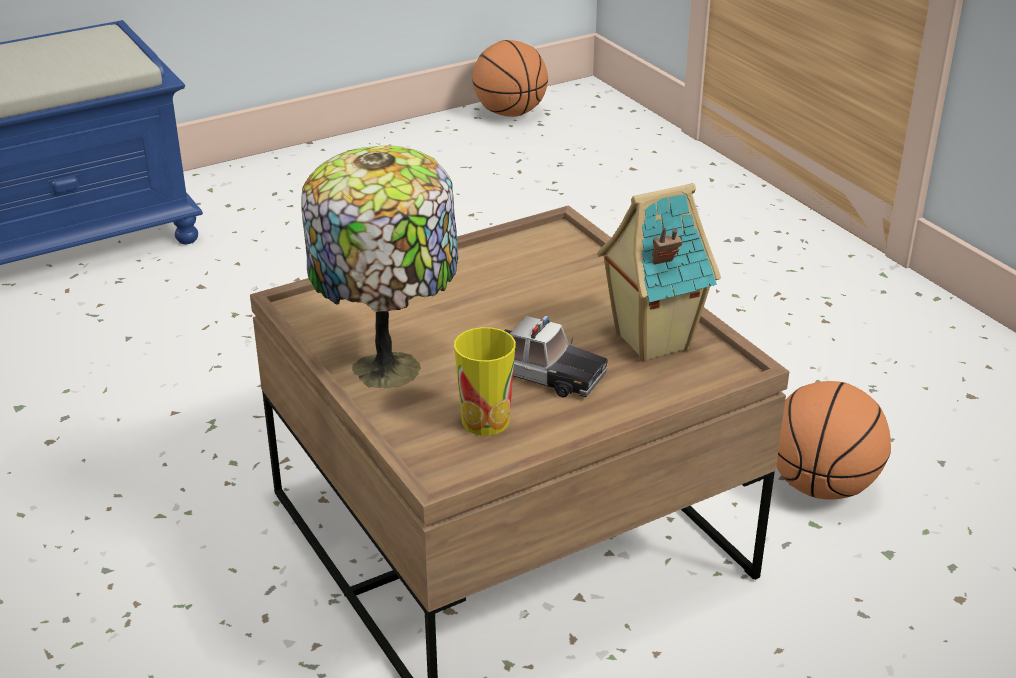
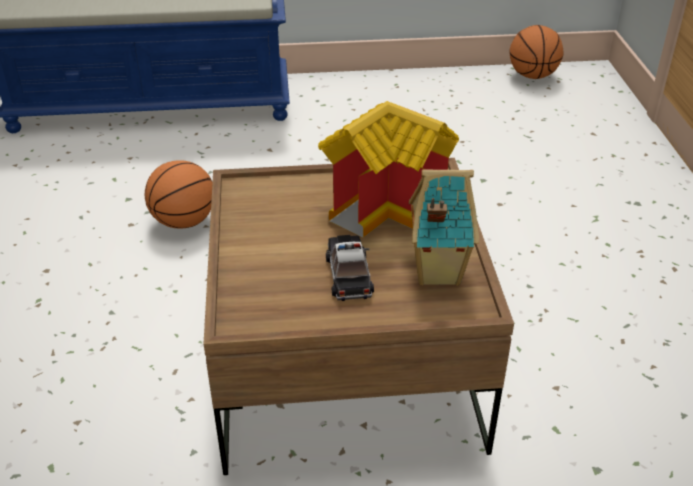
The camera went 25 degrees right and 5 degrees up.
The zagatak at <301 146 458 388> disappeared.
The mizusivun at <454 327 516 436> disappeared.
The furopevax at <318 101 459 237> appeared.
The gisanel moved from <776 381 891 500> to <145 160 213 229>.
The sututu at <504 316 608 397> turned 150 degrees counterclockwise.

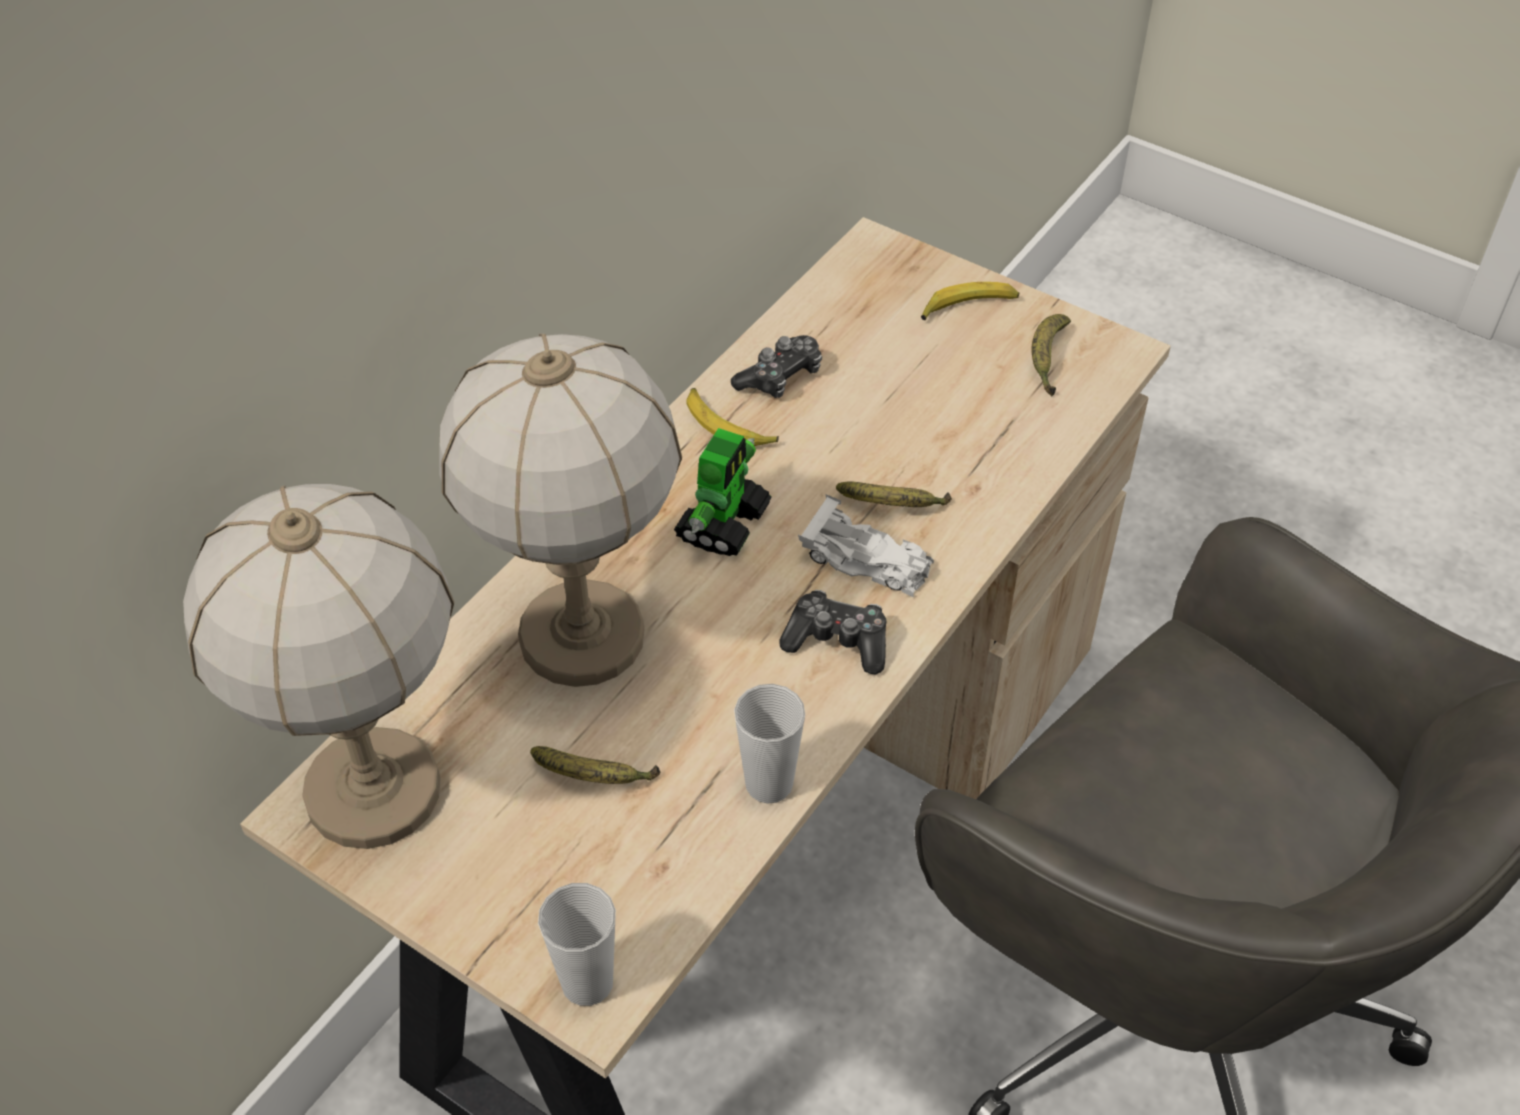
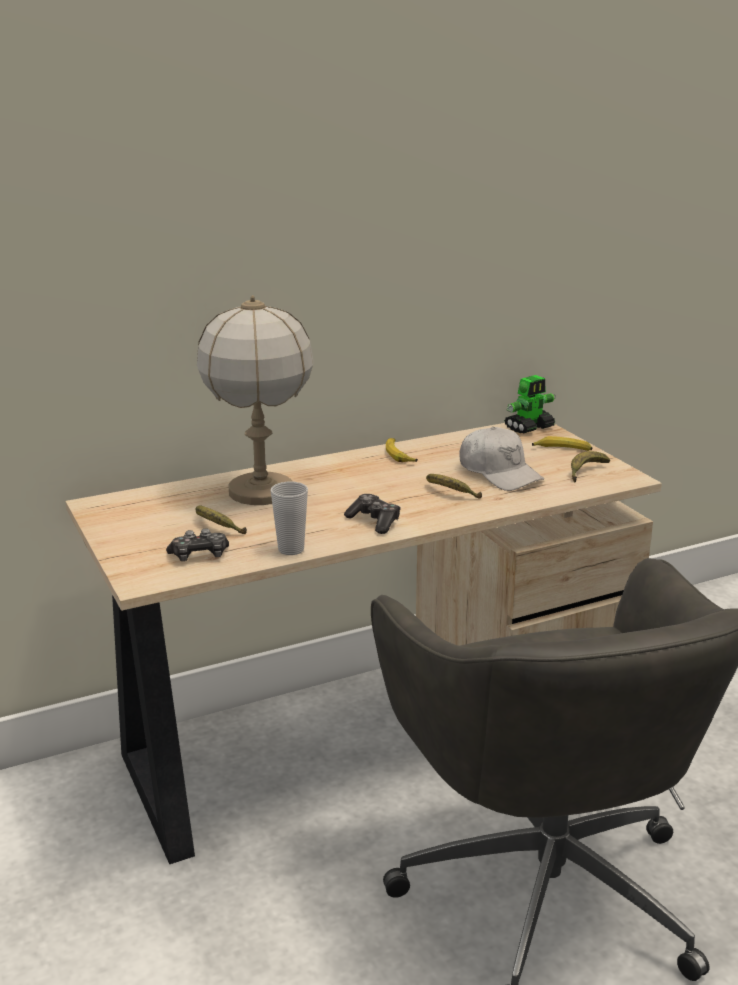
The camera went 30 degrees right and 25 degrees down.
The zagatak at <183 484 454 849> disappeared.
The mizusivun at <538 883 616 1006> disappeared.
The white_sututu at <798 494 934 598> disappeared.
The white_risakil at <459 427 544 491> appeared.
The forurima moved from <674 428 772 556> to <504 375 556 433>.
The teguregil moved from <731 335 822 398> to <166 529 229 561>.

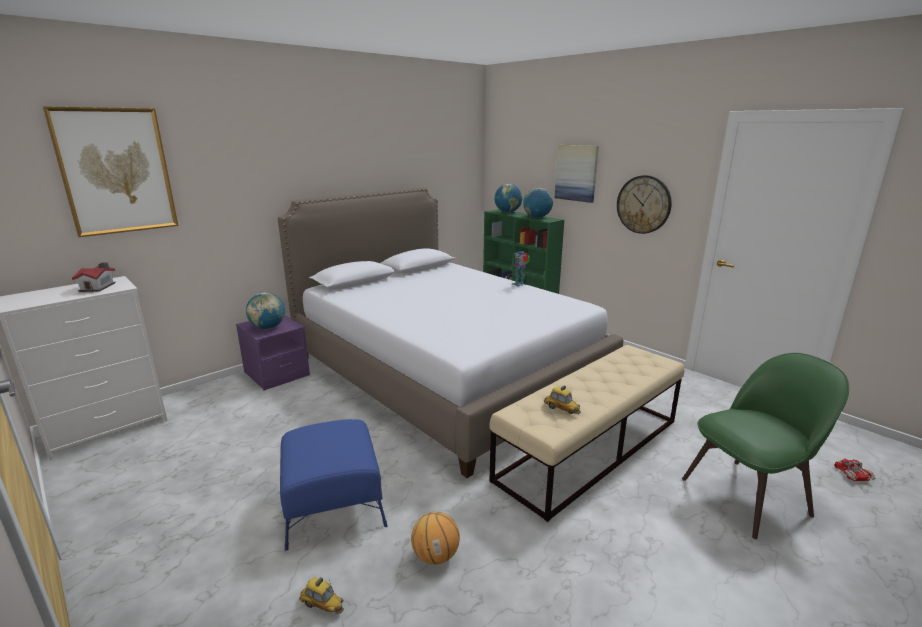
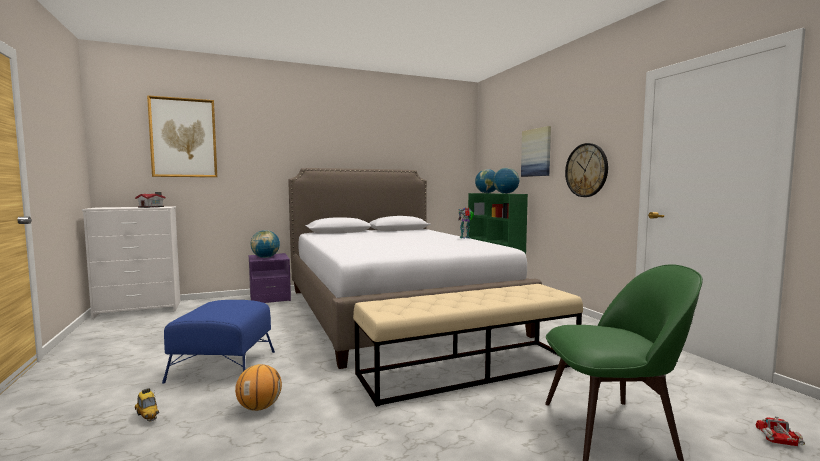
The camera went 20 degrees right and 15 degrees down.
The sututu at <544 385 580 414> disappeared.

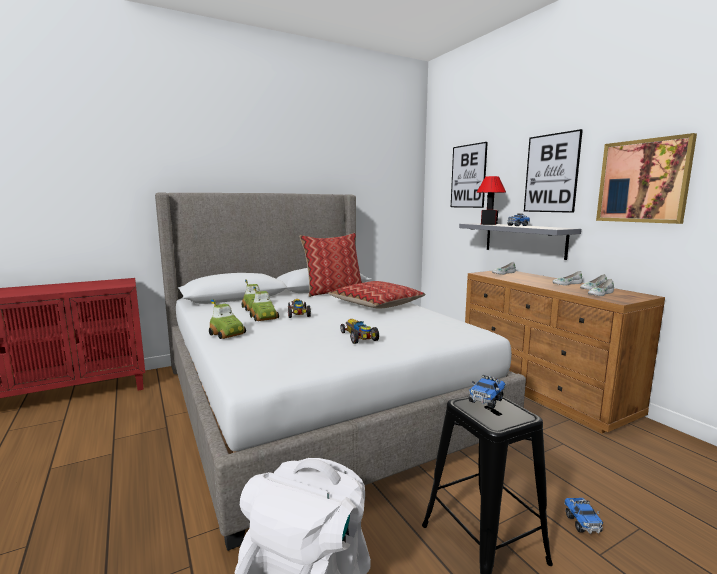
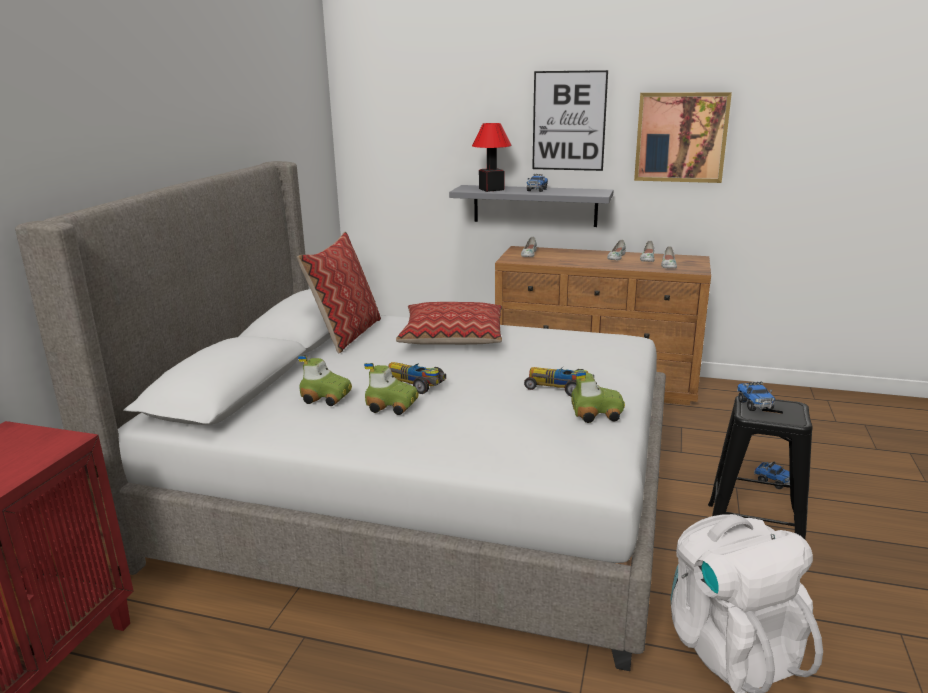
The camera went 45 degrees left and 10 degrees up.
The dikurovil at <451 142 488 208> disappeared.
The sututu moved from <209 299 246 339> to <571 372 625 423>.

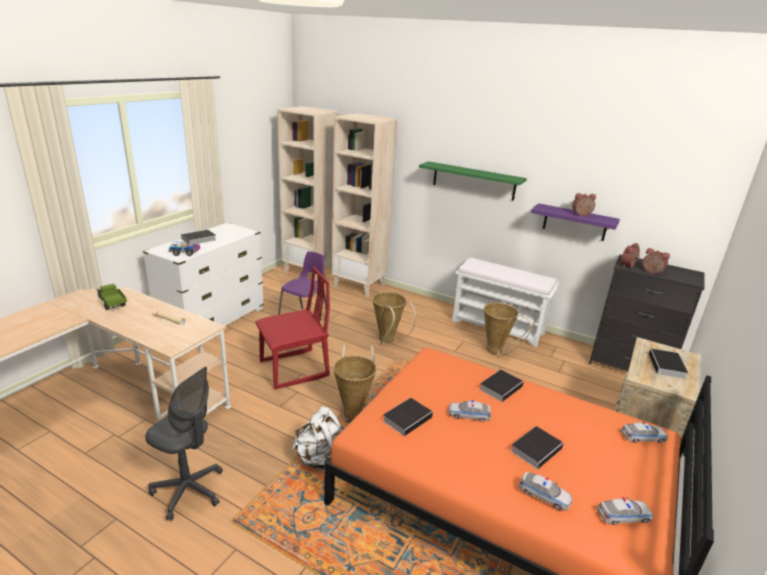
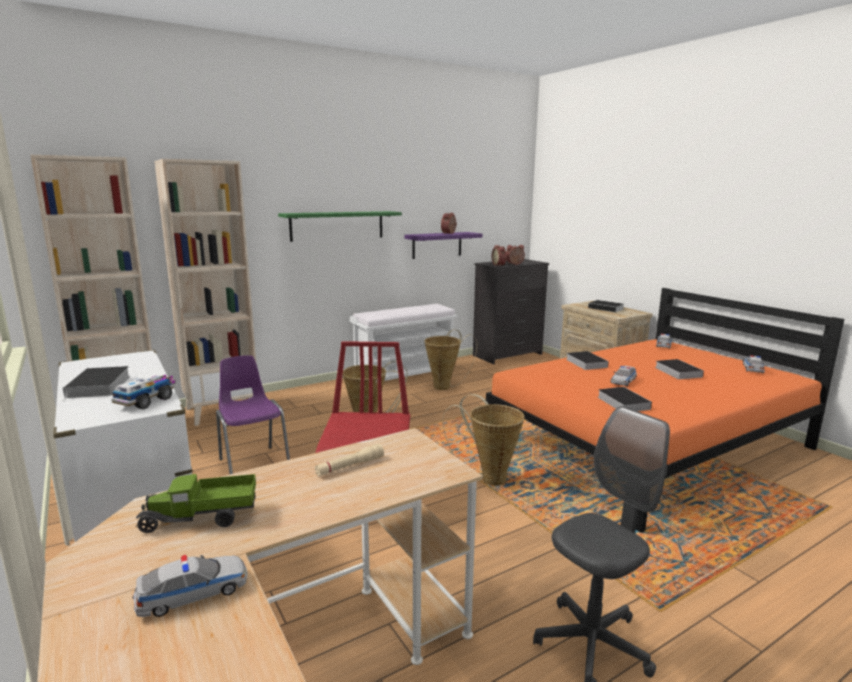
The camera went 60 degrees left and 10 degrees down.
The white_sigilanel at <292 406 342 469> disappeared.
The sututu moved from <518 472 572 511> to <133 555 248 617>.

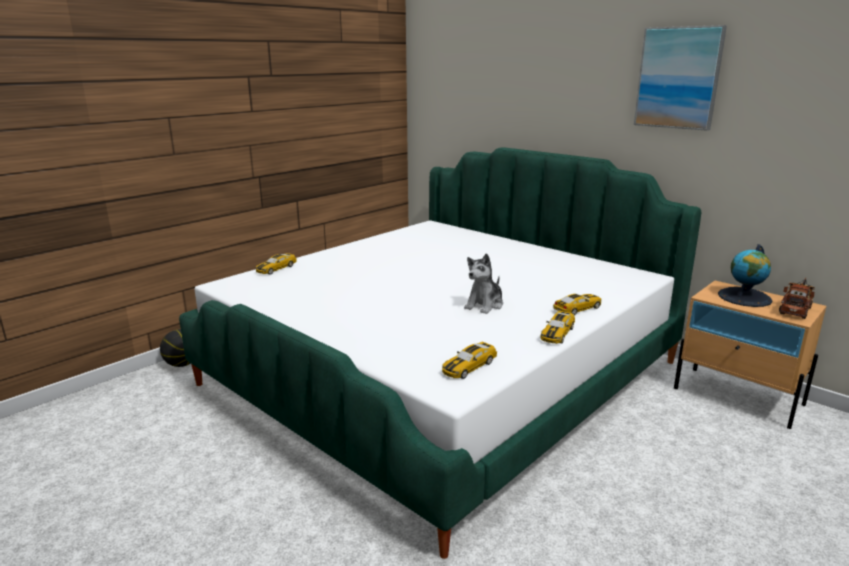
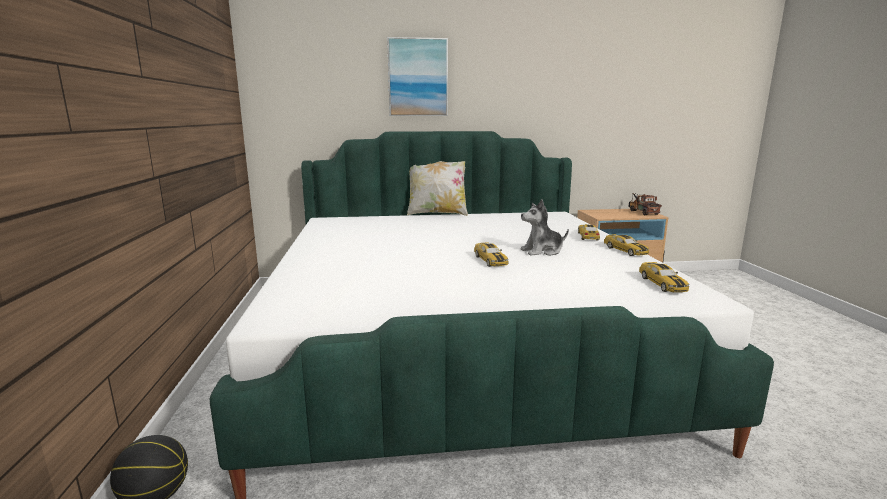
The camera went 50 degrees left and 5 degrees down.
The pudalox at <718 244 773 307> disappeared.
The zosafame at <407 161 468 216> appeared.
The sututu moved from <256 253 297 275> to <474 242 508 267>.
The dikurovil moved from <634 25 727 131> to <387 37 448 116>.
The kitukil at <464 253 503 314> turned 90 degrees clockwise.

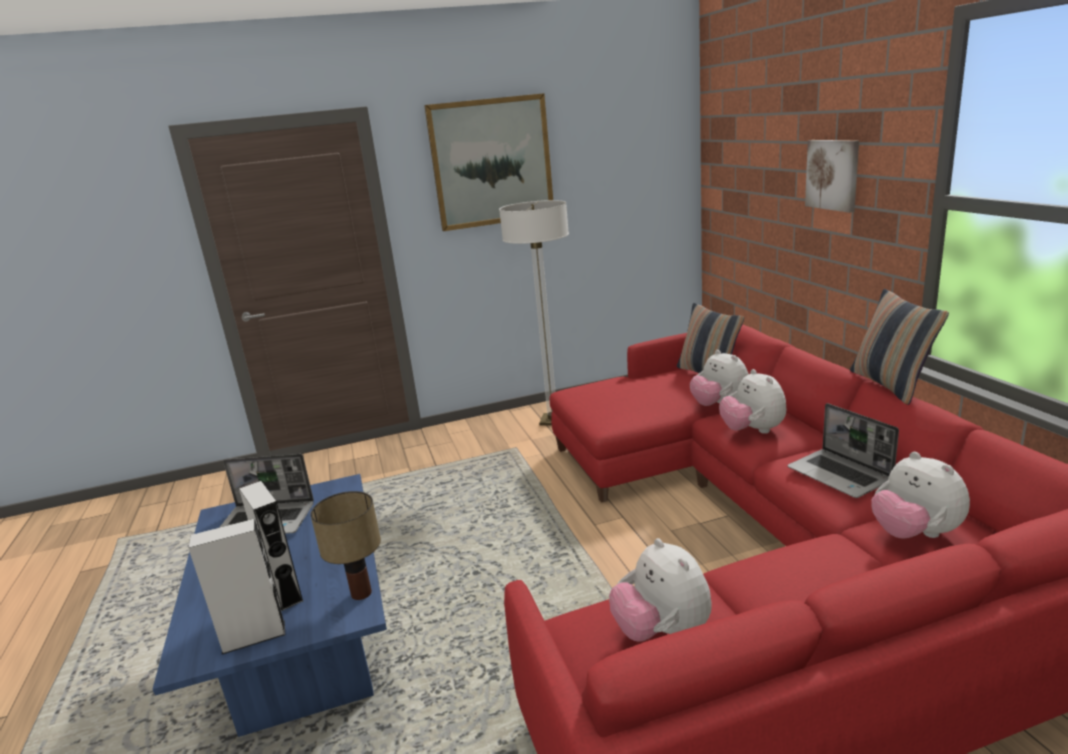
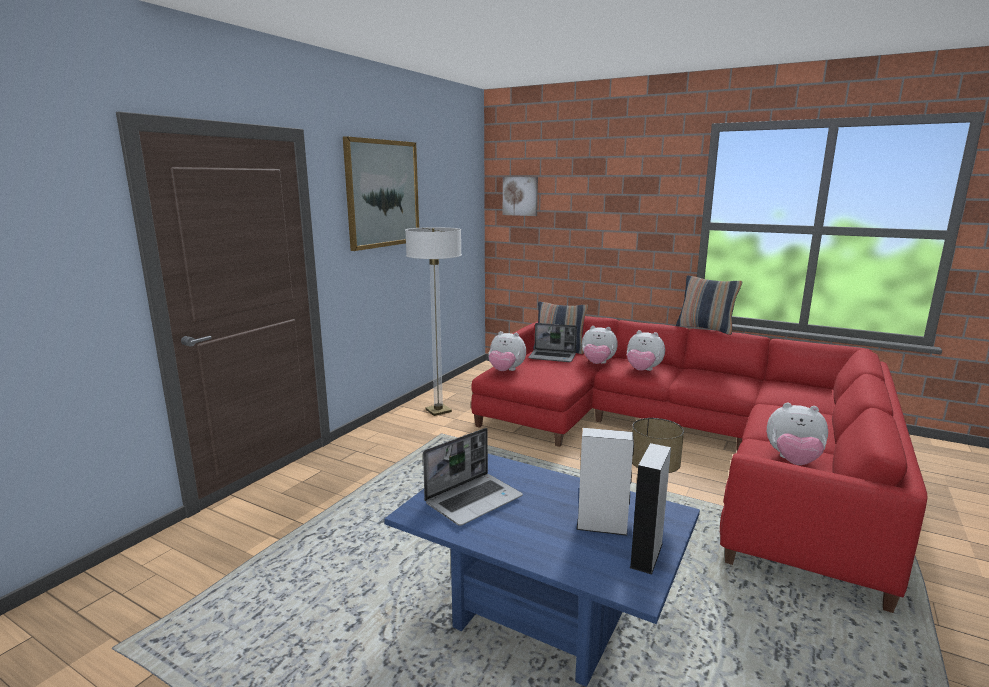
The camera went 45 degrees left and 5 degrees down.
The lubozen moved from <787 403 899 498> to <528 323 577 362>.
The dikurovil moved from <805 140 859 213> to <503 177 538 216>.
The kitukil moved from <871 452 970 539> to <488 331 526 371>.

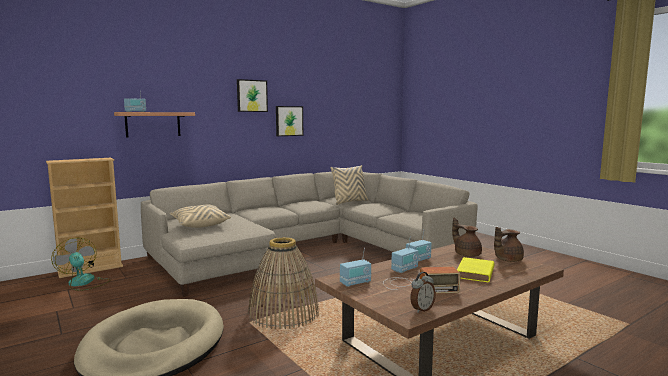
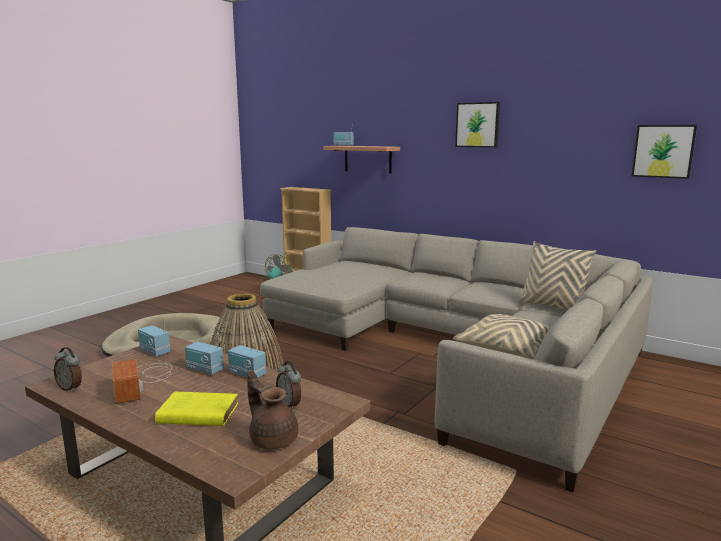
The camera went 70 degrees right and 5 degrees up.
The beige_zosafame moved from <170 205 231 228> to <453 314 551 359>.
The dikurovil moved from <276 106 303 136> to <632 125 697 179>.
The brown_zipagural at <452 217 482 257> was replaced by the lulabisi at <276 361 301 410>.

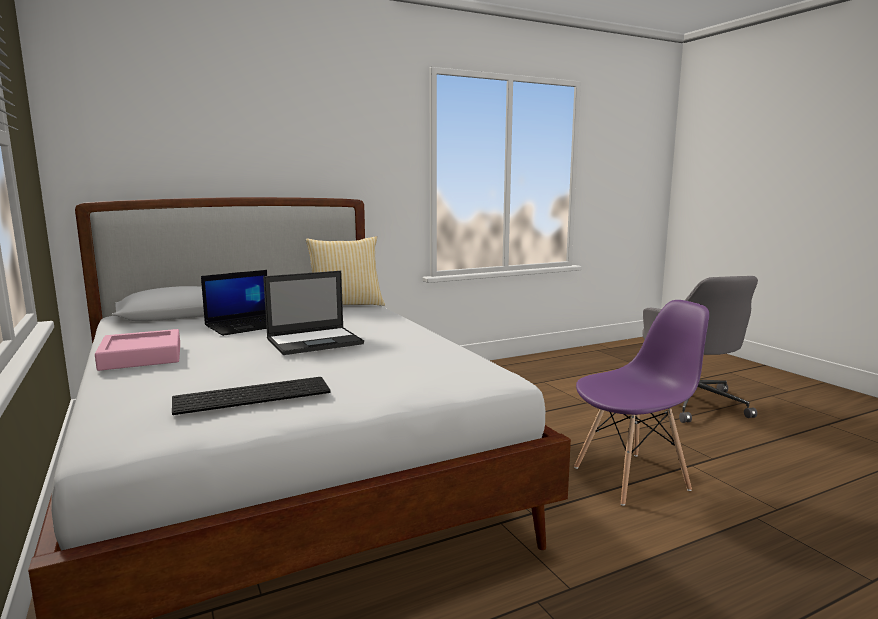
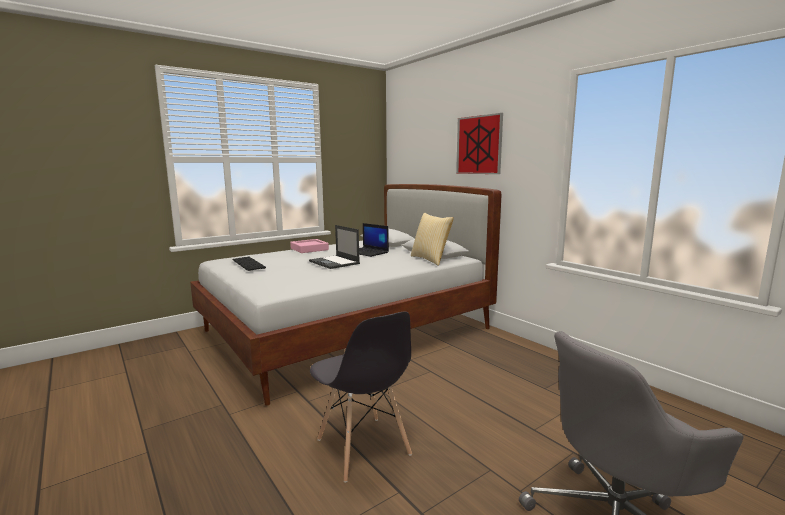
The camera went 80 degrees right and 0 degrees up.
The dikurovil at <456 113 503 174> appeared.
The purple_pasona at <574 300 709 506> became the grey_pasona at <310 312 412 483>.

